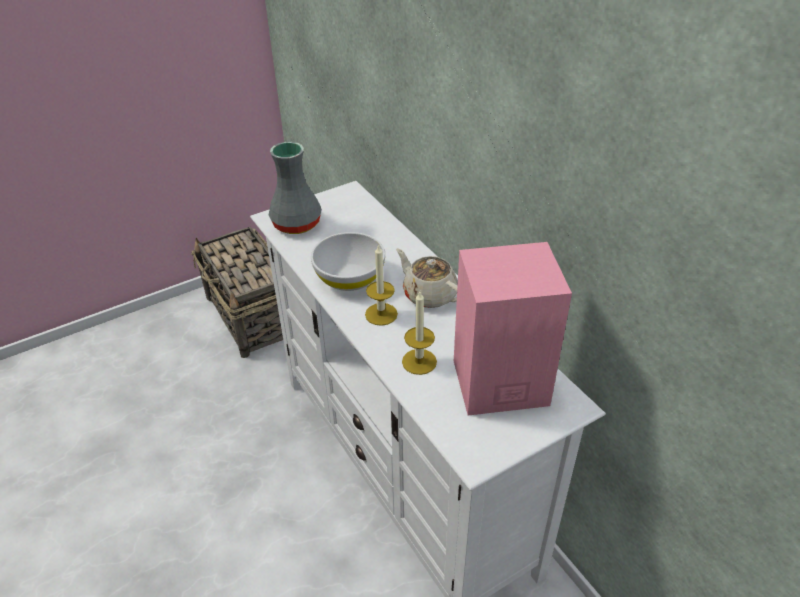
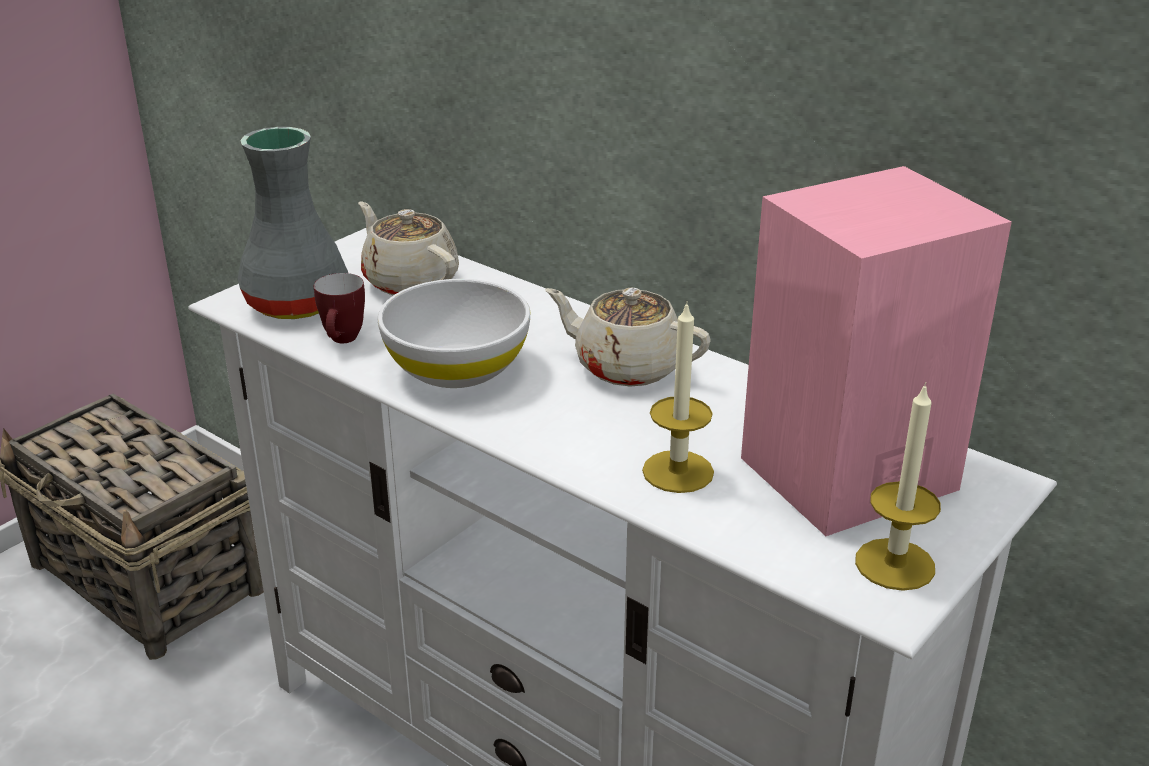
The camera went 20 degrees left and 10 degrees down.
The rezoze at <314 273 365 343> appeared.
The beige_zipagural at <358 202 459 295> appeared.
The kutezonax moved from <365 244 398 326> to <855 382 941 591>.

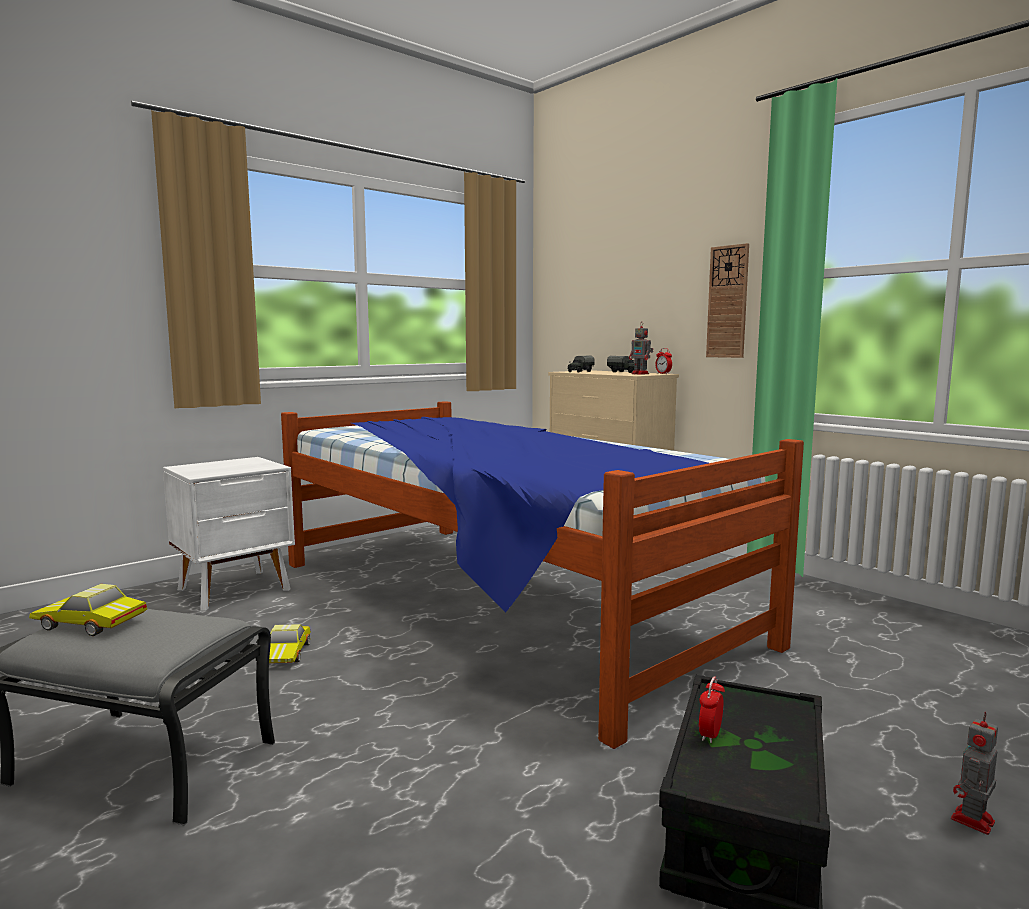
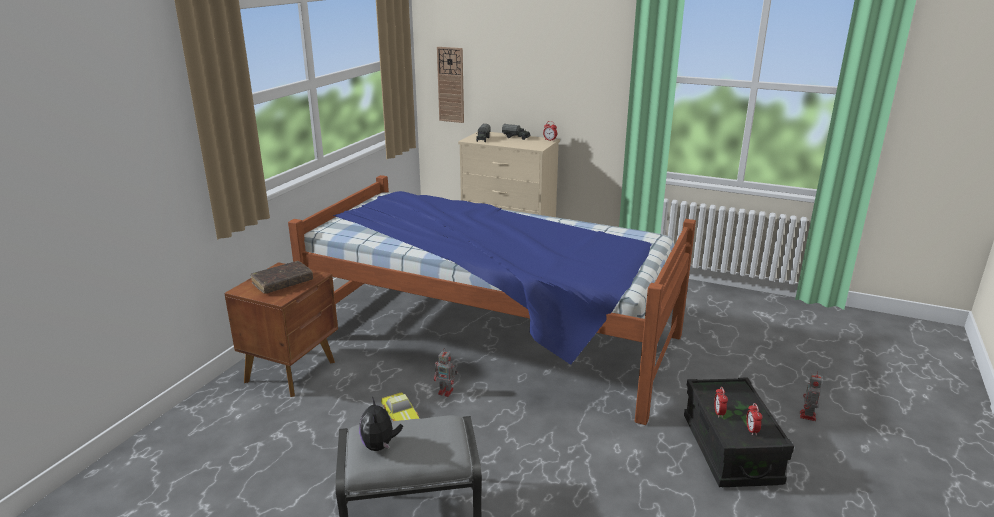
The camera went 25 degrees left and 15 degrees up.
The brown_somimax at <250 261 313 294> appeared.
The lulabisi at <746 403 762 435> appeared.
The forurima moved from <629 322 653 375> to <434 348 458 397>.
The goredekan moved from <706 243 749 358> to <437 47 464 123>.
The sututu at <29 584 147 636> was replaced by the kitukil at <359 397 403 451>.
The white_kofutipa at <163 457 295 611> became the brown_kofutipa at <224 262 338 397>.

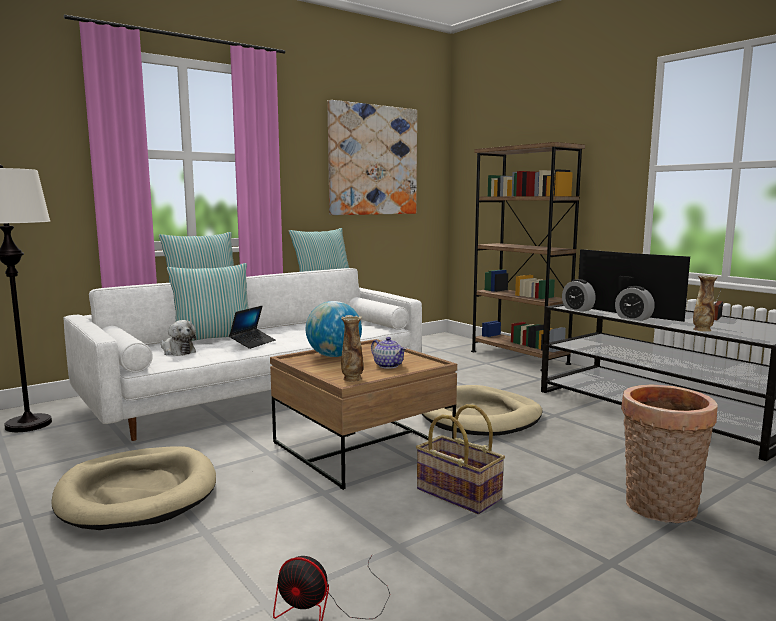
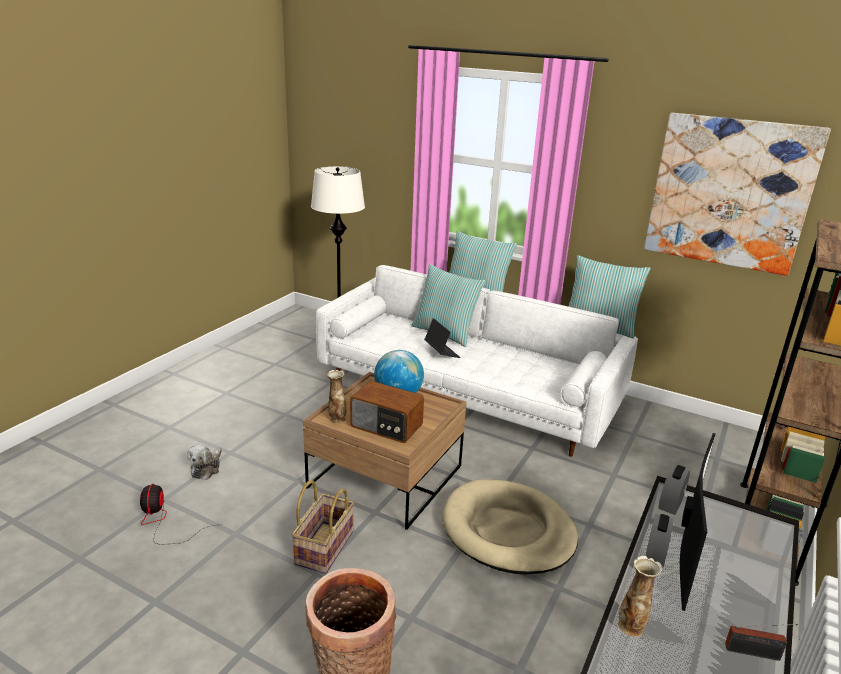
The camera went 65 degrees right and 15 degrees up.
The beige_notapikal at <51 446 216 530> disappeared.
The kitukil moved from <161 320 196 356> to <187 445 222 480>.
The zipagural at <371 337 407 369> was replaced by the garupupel at <350 381 424 443>.
The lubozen at <229 306 275 349> turned 120 degrees counterclockwise.

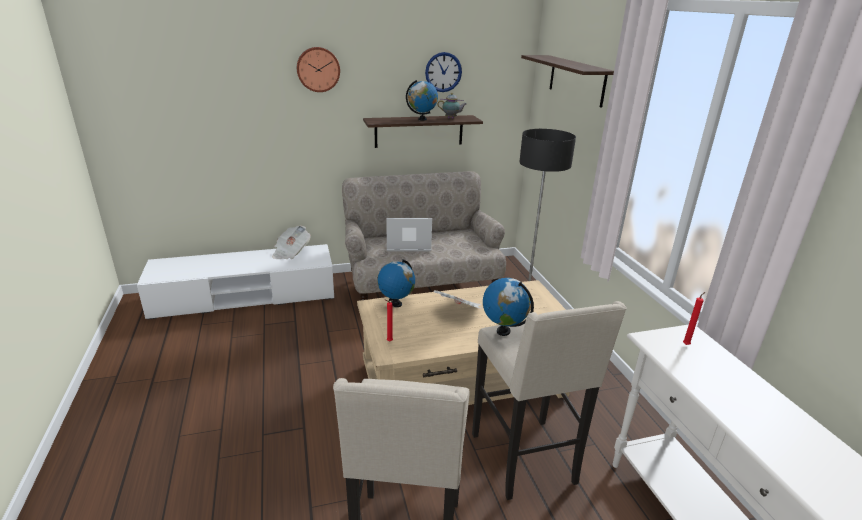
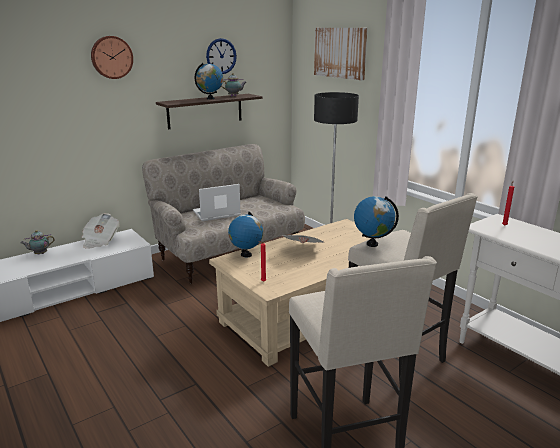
The camera went 20 degrees left and 5 degrees down.
The zipagural at <21 230 55 255> appeared.
The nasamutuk at <521 55 614 108> was replaced by the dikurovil at <314 28 367 80>.

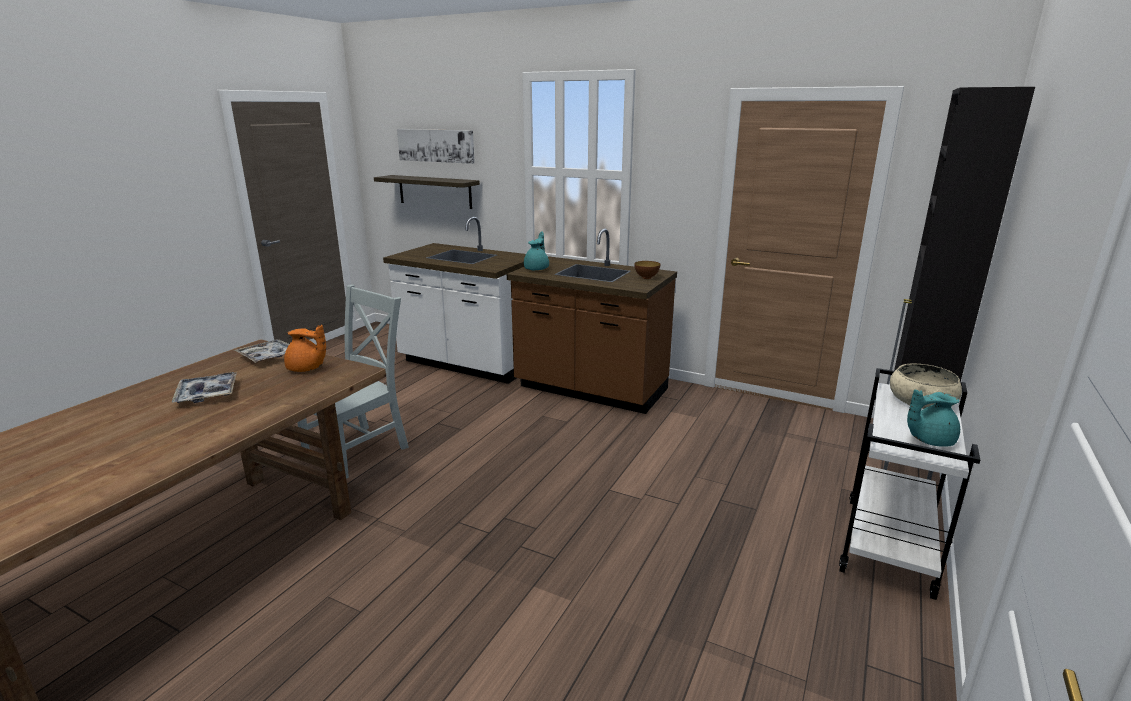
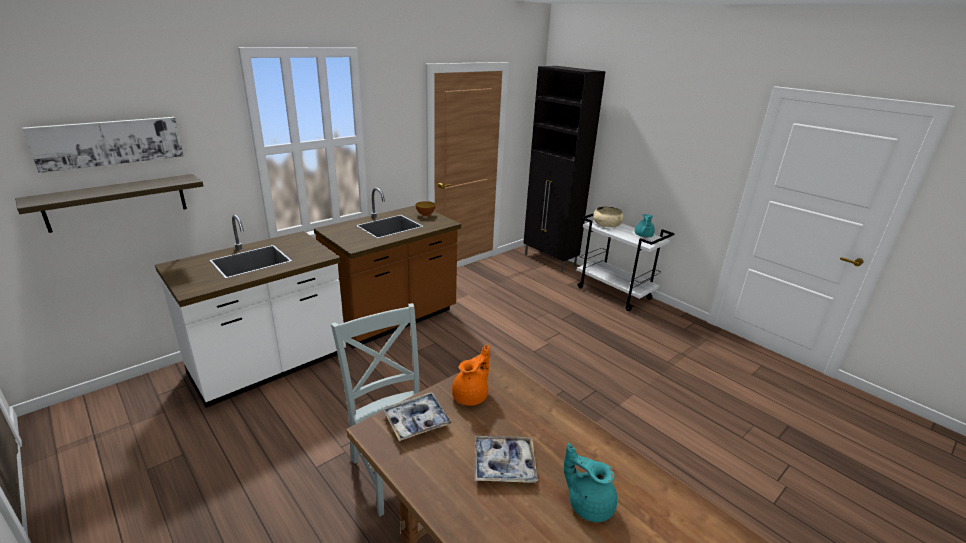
The camera went 70 degrees left and 5 degrees up.
The turquoise_zipagural moved from <524 231 549 270> to <564 443 617 522>.

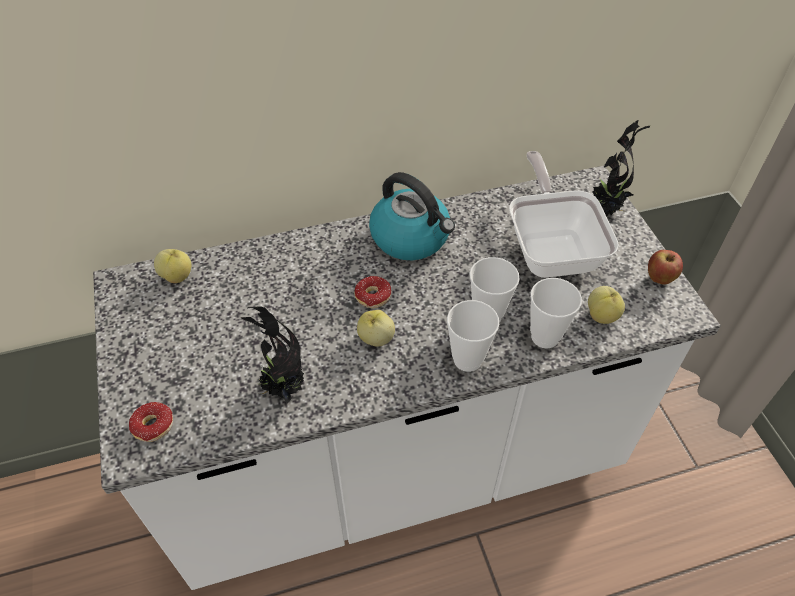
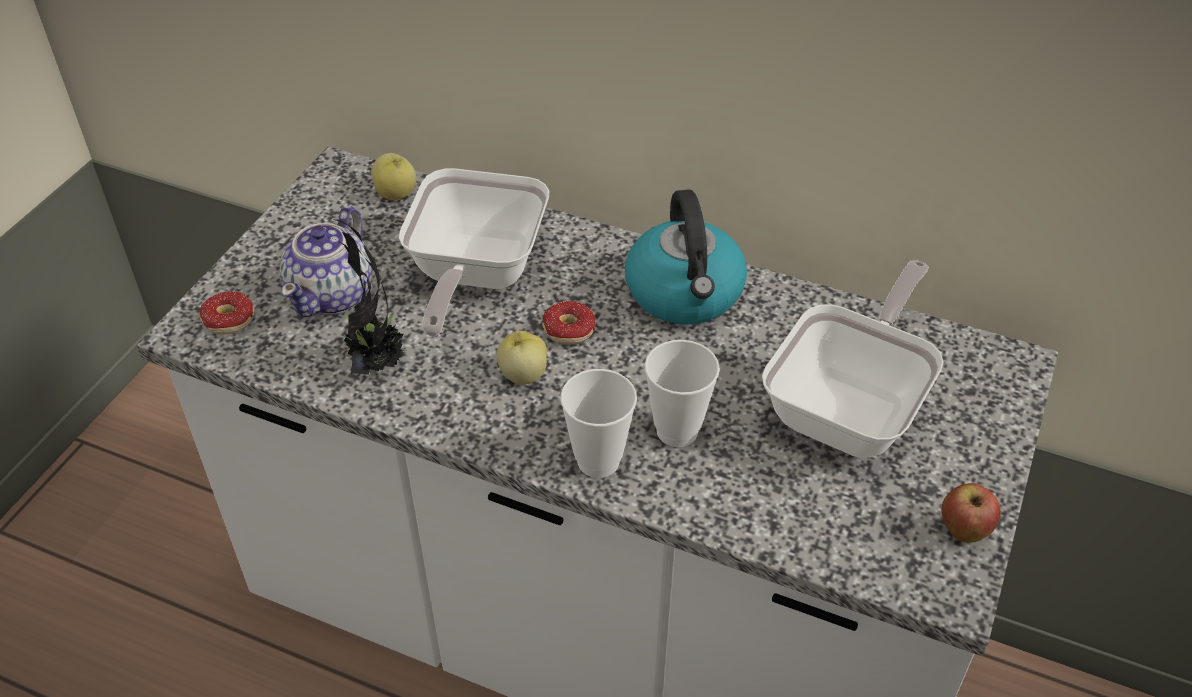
The camera went 40 degrees right and 5 degrees down.
The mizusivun at <530 278 582 349> disappeared.
The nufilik at <588 286 625 324> disappeared.
The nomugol at <592 120 650 216> disappeared.
The zipagural at <280 206 372 317> appeared.
The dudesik at <399 168 549 337> appeared.

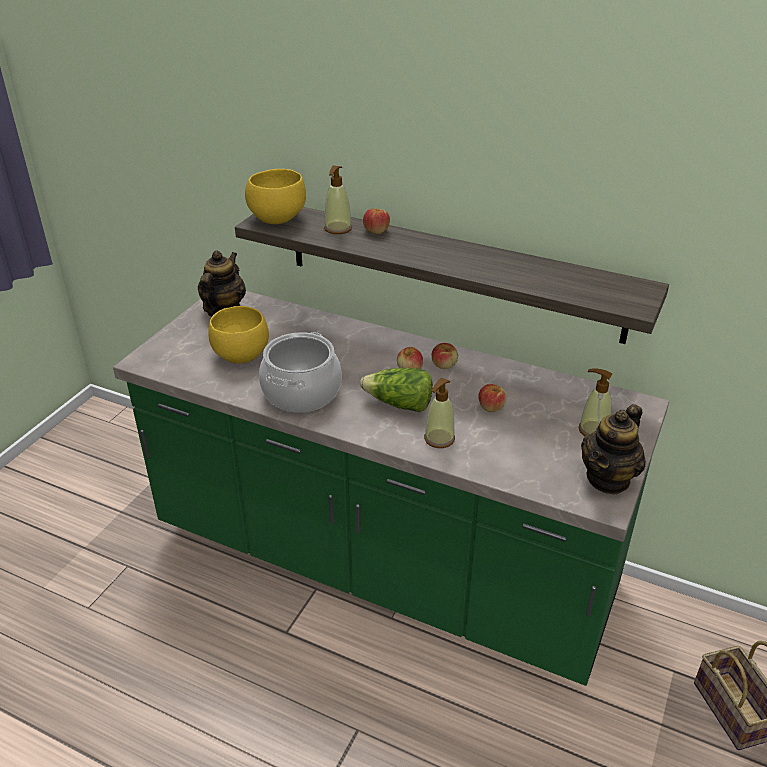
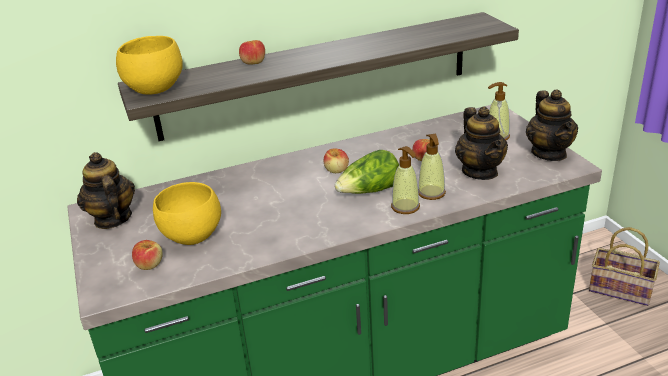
The camera went 45 degrees left and 5 degrees down.
The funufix at <259 332 342 413> disappeared.
The zipagural at <455 107 508 180> appeared.
The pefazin moved from <324 165 352 234> to <391 146 420 214>.
The nufilik moved from <432 343 458 369> to <132 240 163 270>.

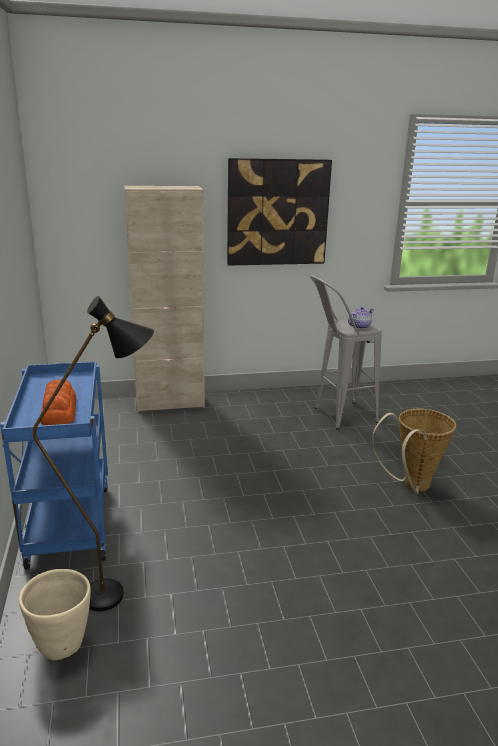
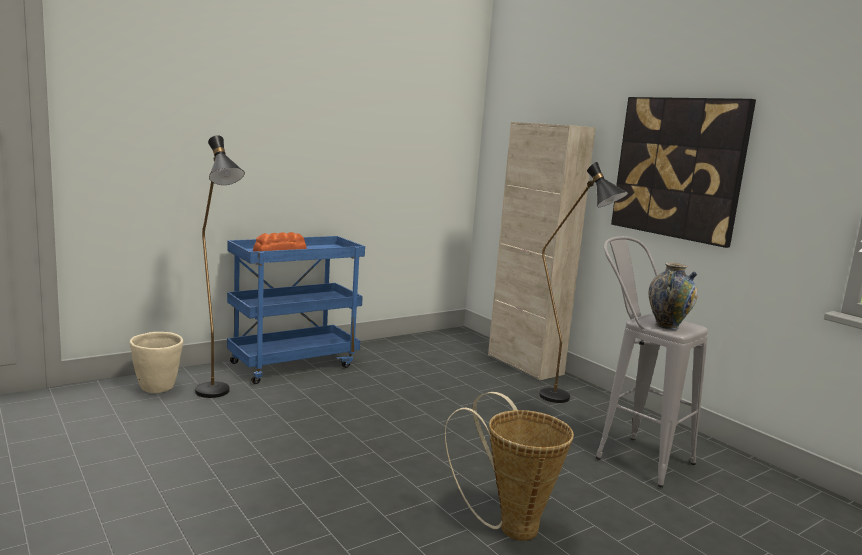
The camera went 65 degrees right and 10 degrees down.
The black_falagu at <539 162 628 403> appeared.
The zipagural at <348 307 374 329> was replaced by the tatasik at <649 262 698 330>.

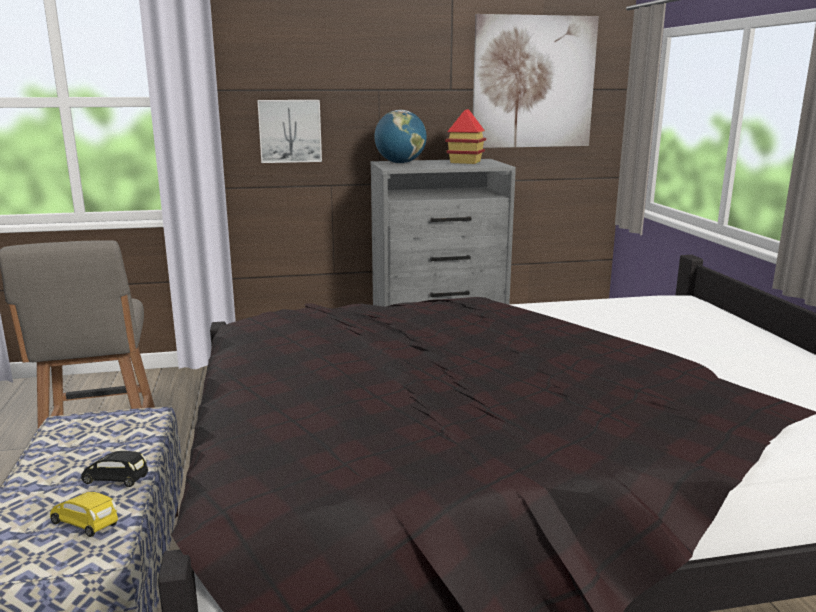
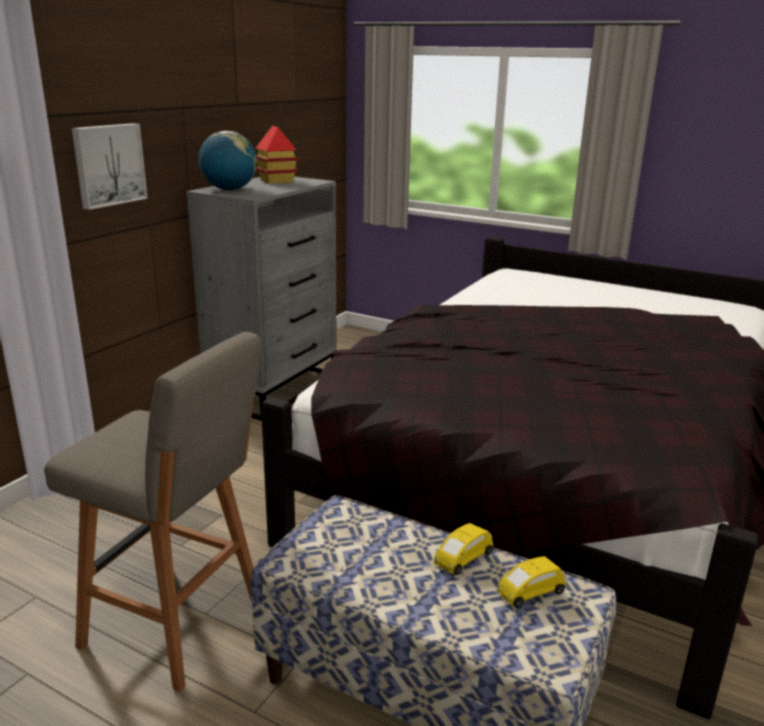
The camera went 50 degrees left and 5 degrees up.
The dikurovil at <473 14 599 148> disappeared.
The black_sututu at <81 451 148 487> became the yellow_sututu at <434 523 493 575>.

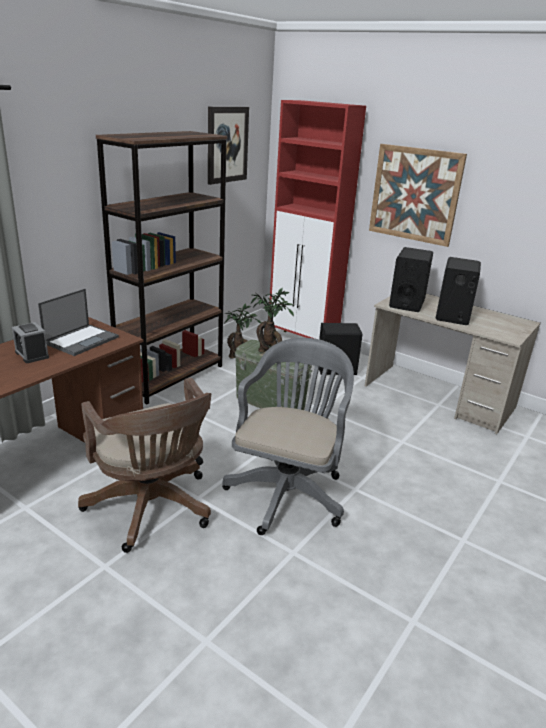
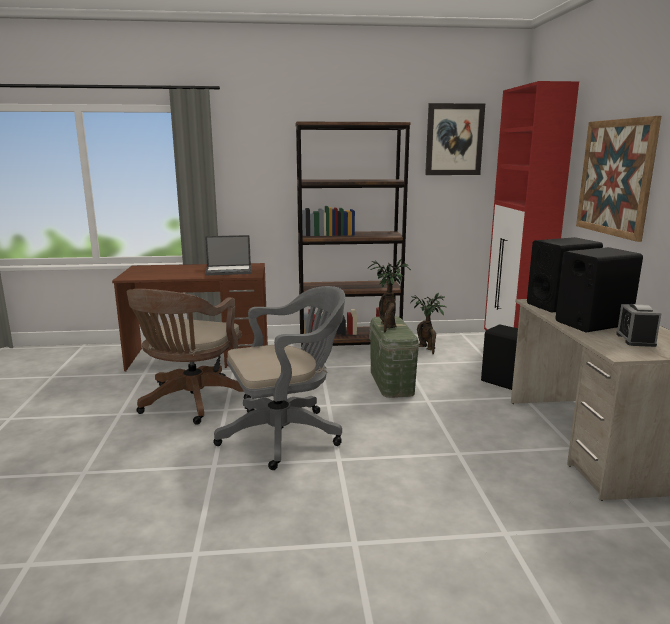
The camera went 50 degrees right and 10 degrees down.
The lulabisi moved from <12 322 49 363> to <616 304 662 347>.

